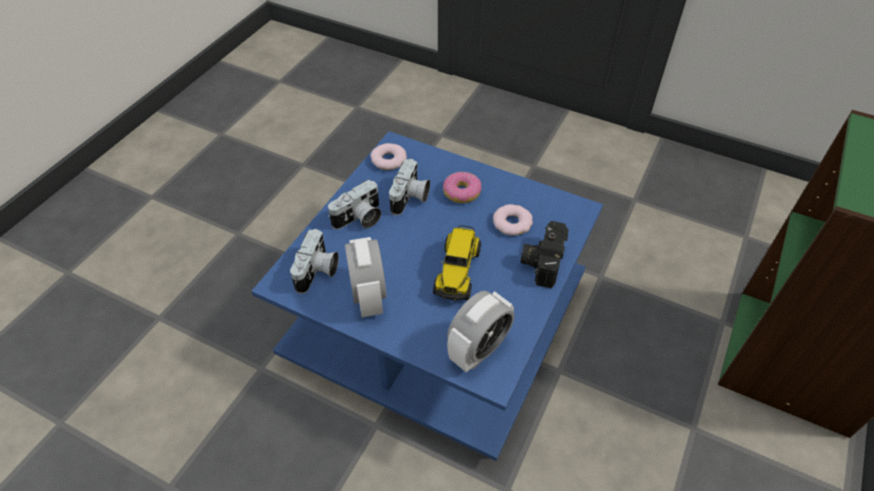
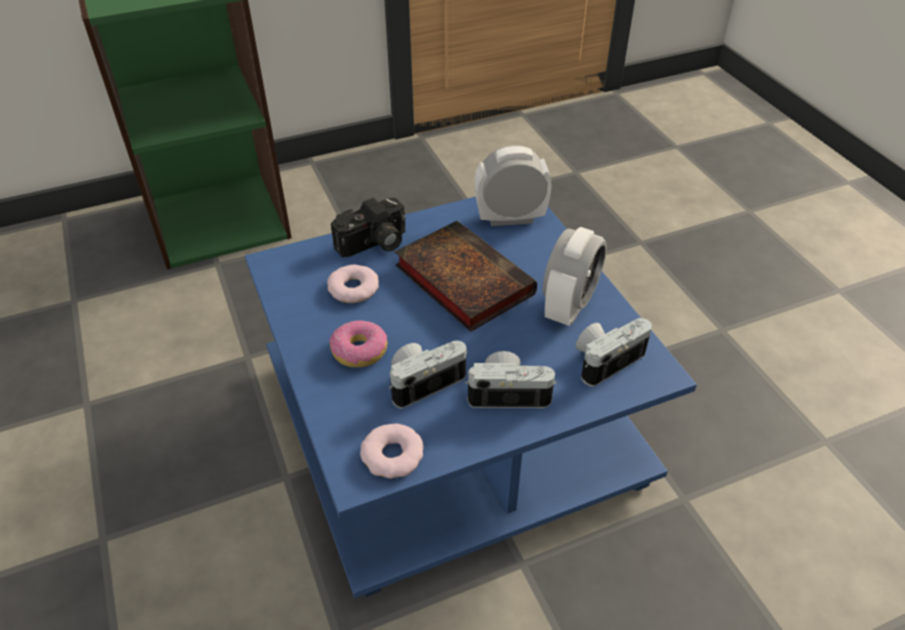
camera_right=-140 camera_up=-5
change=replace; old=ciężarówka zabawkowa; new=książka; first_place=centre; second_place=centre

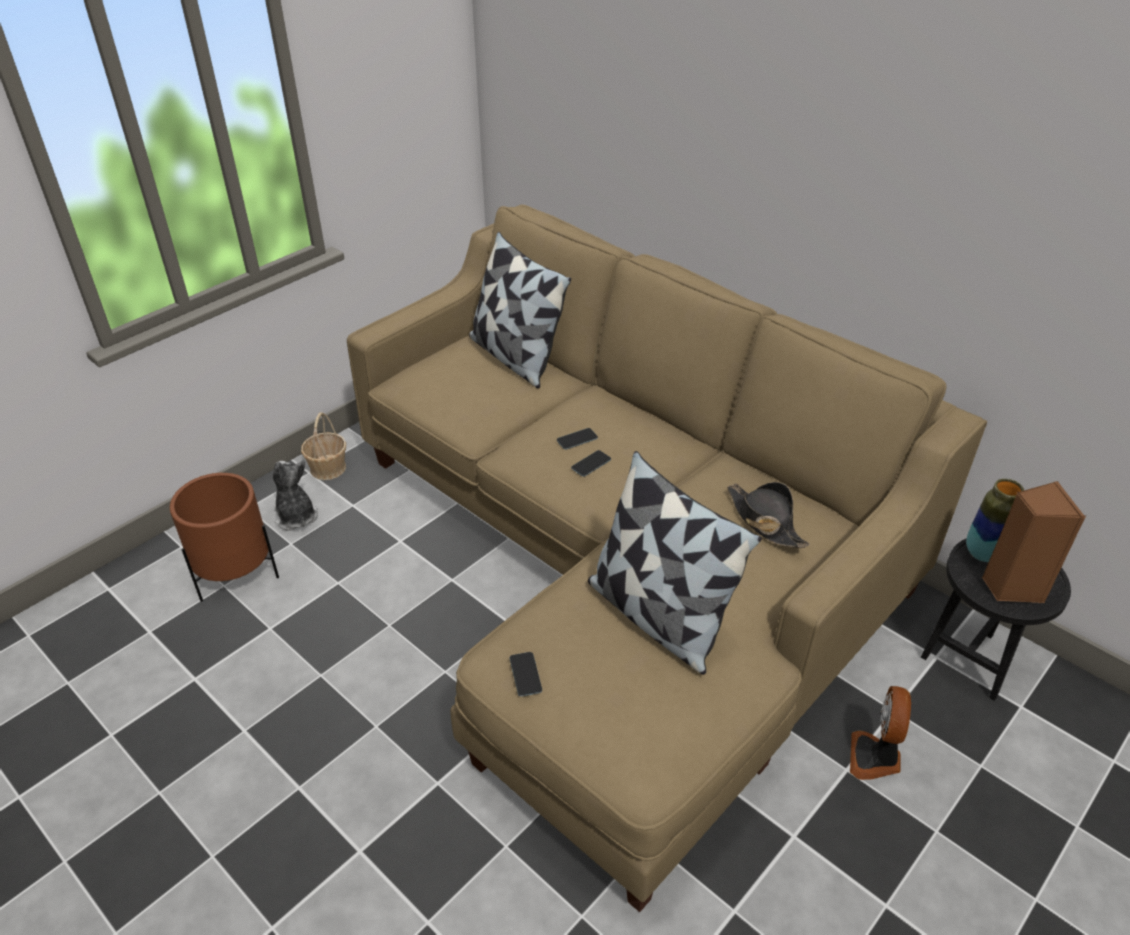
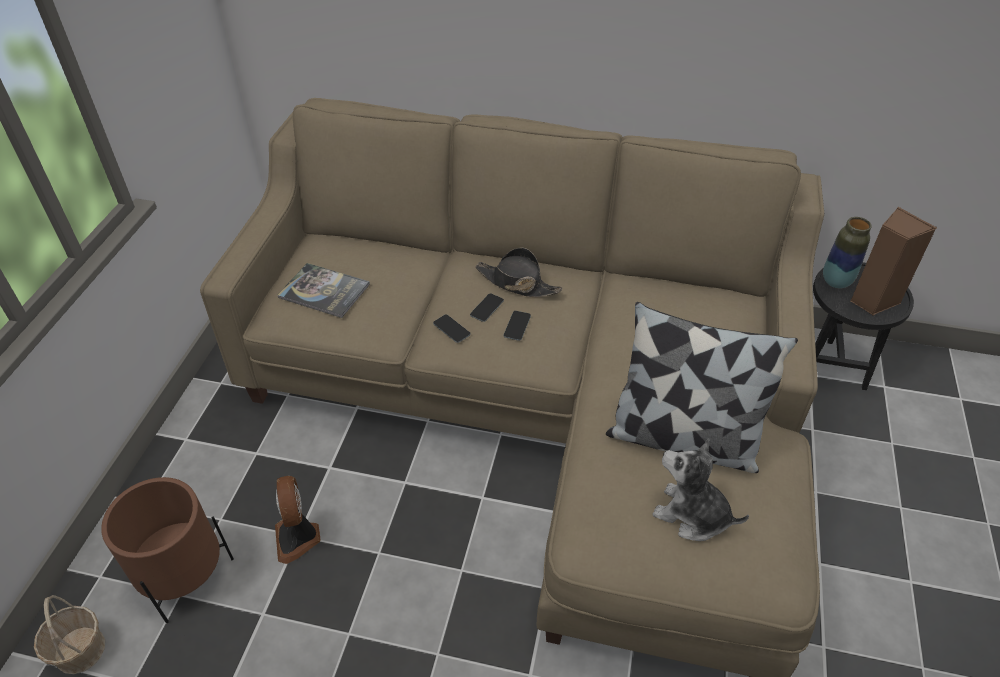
camera_right=-30 camera_up=5
change=move; old=pluszak; first_place=middle left; second_place=bottom right
change=move; old=koszyk; first_place=middle left; second_place=bottom left
change=delete; old=poduszka (1st from left); first_place=top centre
change=move; old=telefon (1st from left); first_place=bottom centre; second_place=centre
change=move; old=kapelusz [czarny]; first_place=middle right; second_place=centre
change=move; old=wentylator; first_place=bottom right; second_place=bottom left
change=insert; new=książka; second_place=middle left

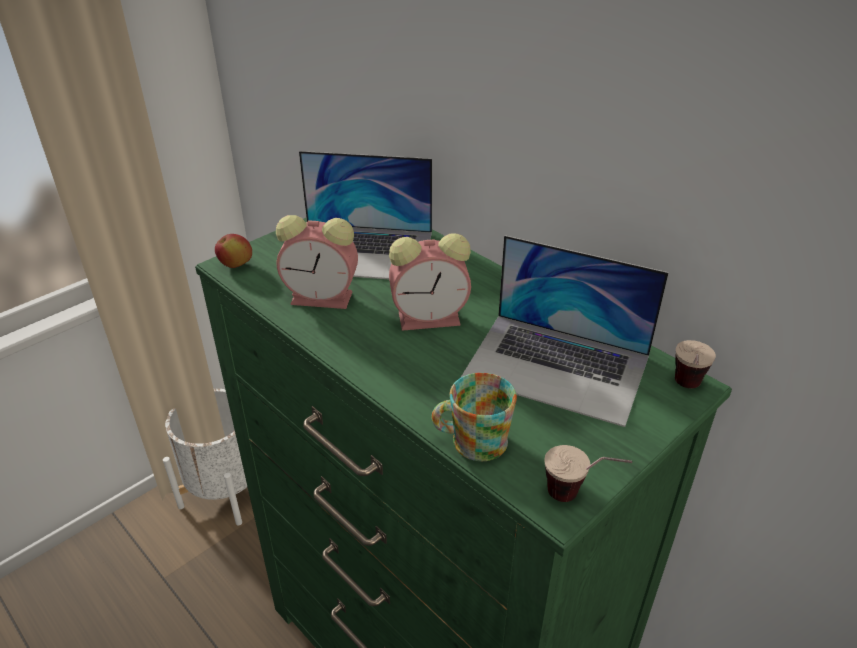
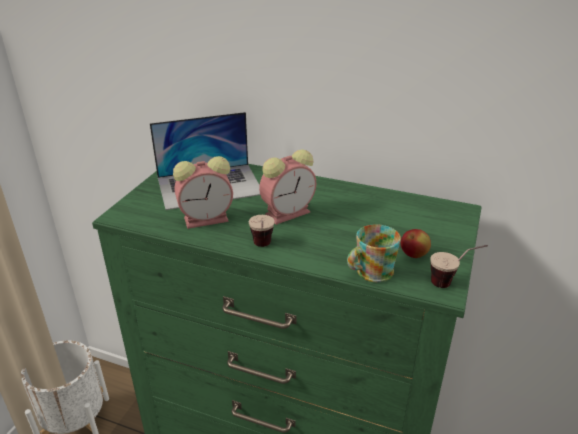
camera_right=-25 camera_up=-5
change=move; old=jabłko; first_place=middle left; second_place=middle right
change=delete; old=laptop (2nd from left); first_place=centre
change=move; old=filiżanka (2nd from left in the first image); new=filiżanka (1st from left); first_place=middle right; second_place=centre

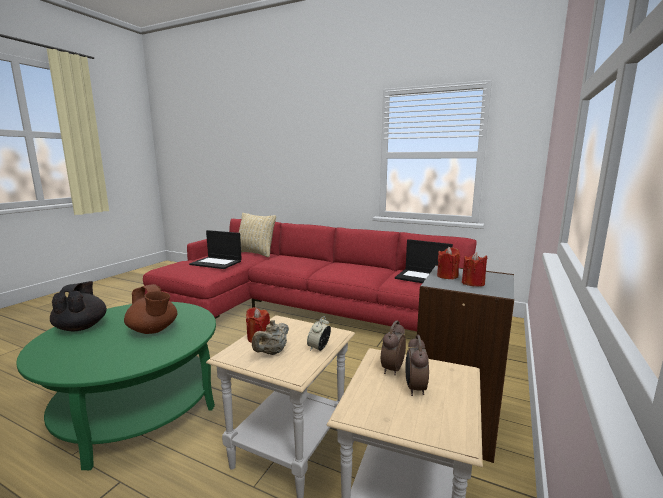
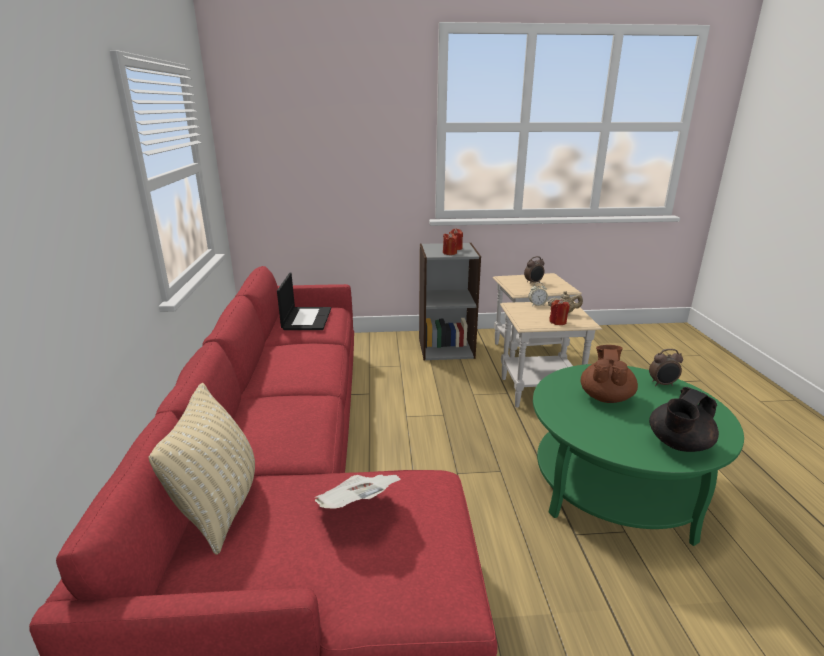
camera_right=-120 camera_up=10
change=replace; old=laptop (1st from left); new=gazeta; first_place=middle left; second_place=bottom centre
change=move; old=budzik (2nd from left in the first image); new=budzik (3rd from left); first_place=bottom centre; second_place=middle right

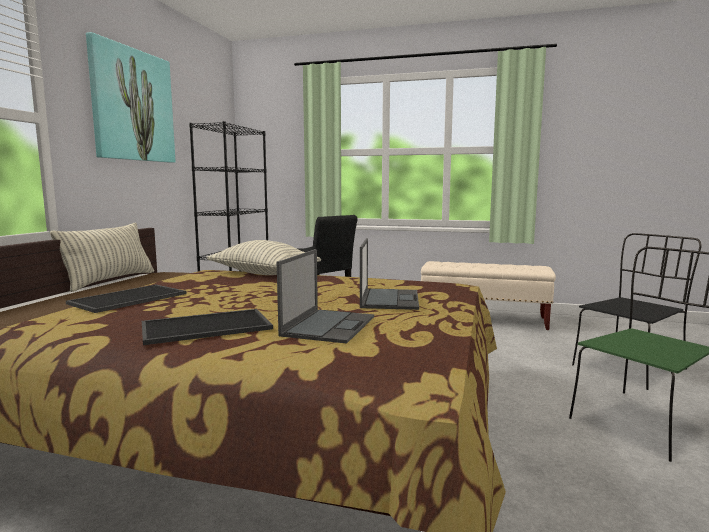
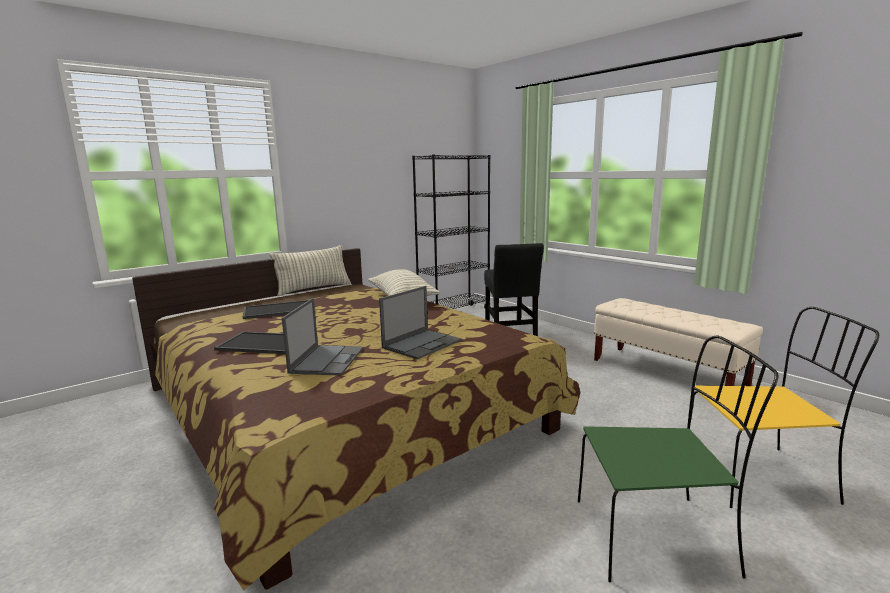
camera_right=35 camera_up=5
change=delete; old=obraz; first_place=top left
change=rotate; old=laptop (1st from left); first_place=centre; second_place=centre; degrees=-45
change=recolor; old=krzesło [czarny] (2nd from left); new=krzesło [żółty]; first_place=middle right; second_place=bottom right

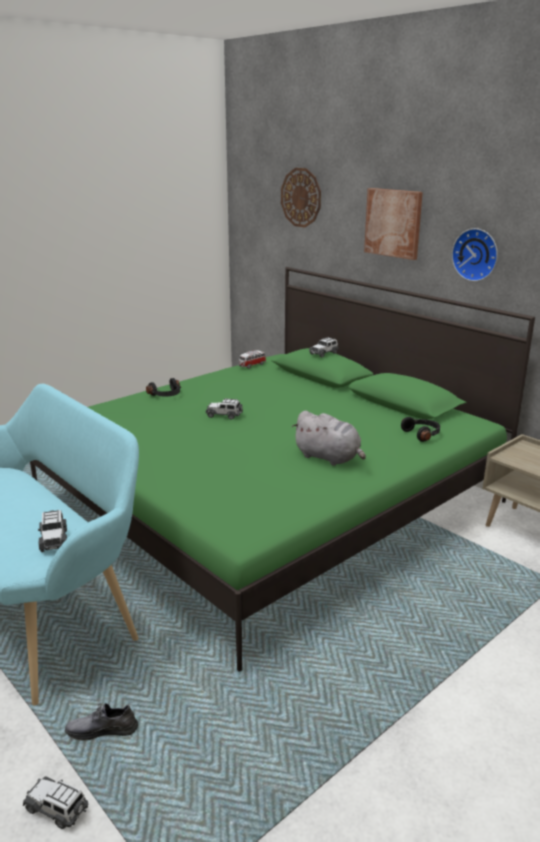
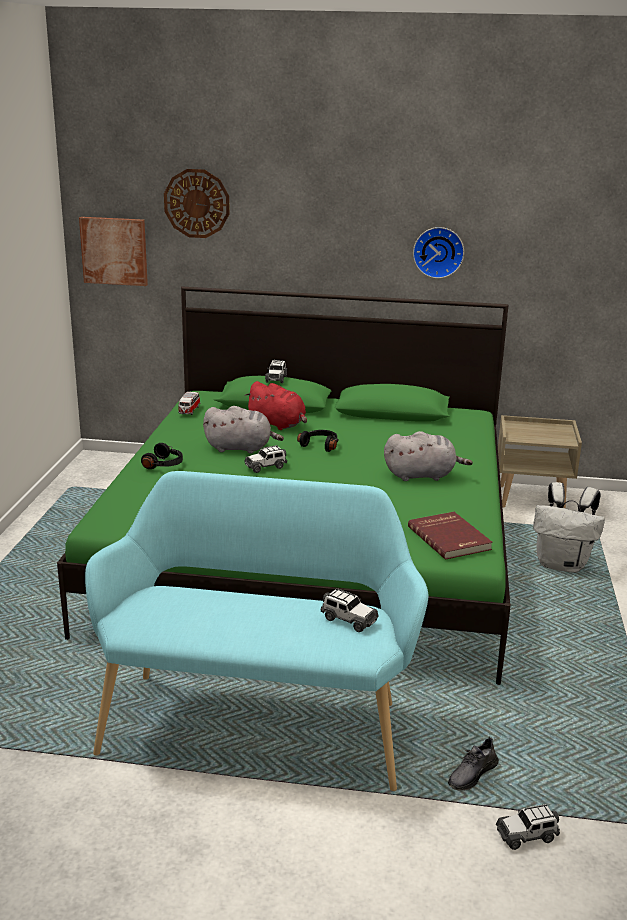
camera_right=-40 camera_up=0
change=move; old=obraz; first_place=top right; second_place=top left
change=move; old=słuchawki [czarny] (2nd from left); first_place=middle right; second_place=centre
change=insert; new=pluszak [szary] (1st from left); second_place=centre
change=insert; new=pluszak [czerwony]; second_place=centre
change=insert; new=książka [czerwony]; second_place=middle right
change=insert; new=plecak [biały]; second_place=middle right

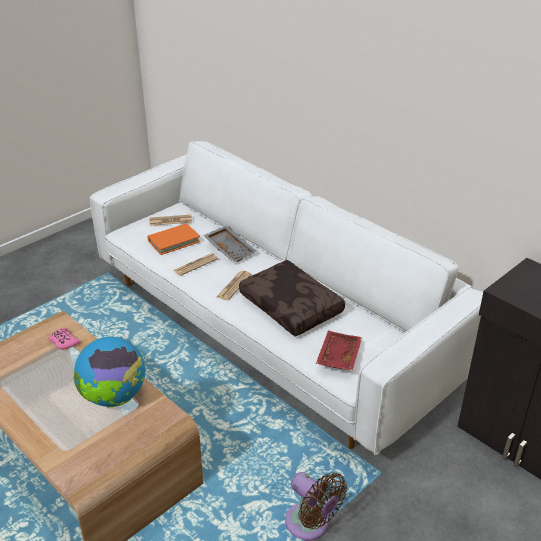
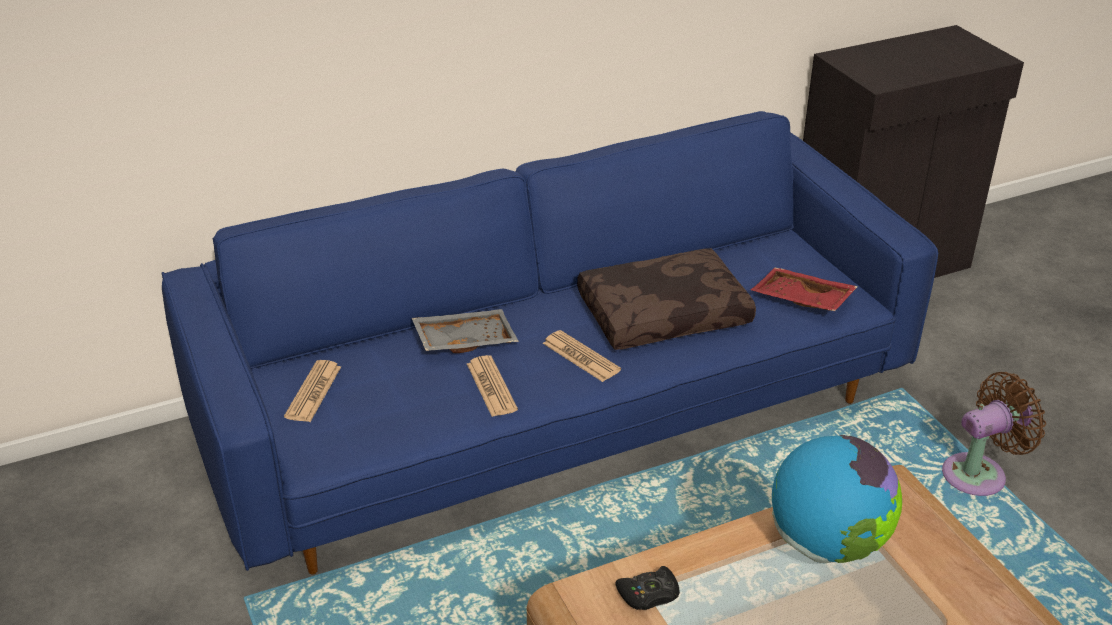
camera_right=-70 camera_up=0
change=recolor; old=pad do gier [różowy]; new=pad do gier [czarny]; first_place=middle left; second_place=bottom centre
change=recolor; old=kanapa [biały]; new=kanapa [niebieski]; first_place=centre; second_place=centre
change=delete; old=książka [pomarańczowy]; first_place=middle left

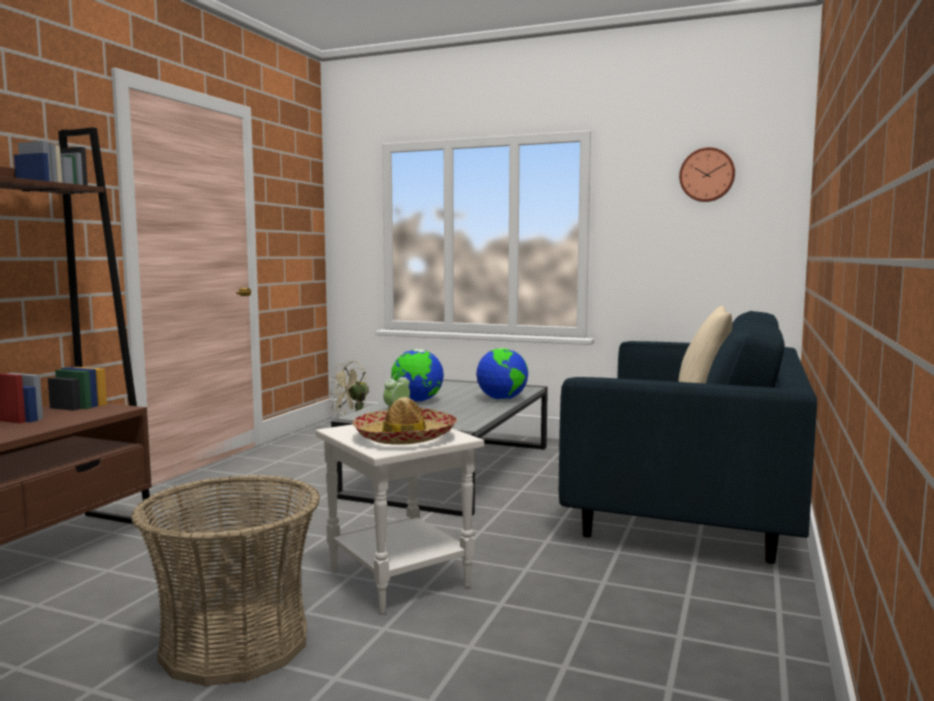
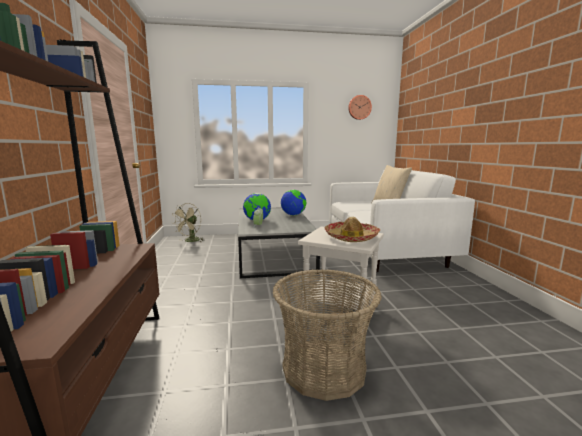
camera_right=-30 camera_up=5
change=recolor; old=kanapa [niebieski]; new=kanapa [biały]; first_place=middle right; second_place=middle right

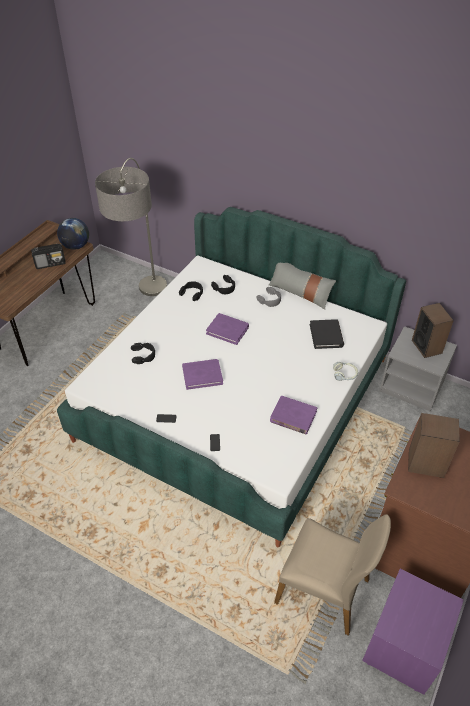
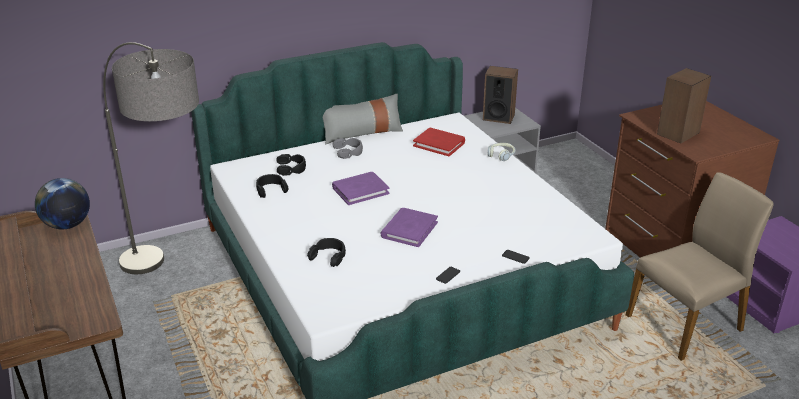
camera_right=-55 camera_up=-15
change=delete; old=radio; first_place=middle left
change=delete; old=książka [fioletowy] (3rd from left); first_place=centre
change=recolor; old=książka [czarny]; new=książka [czerwony]; first_place=middle right; second_place=centre

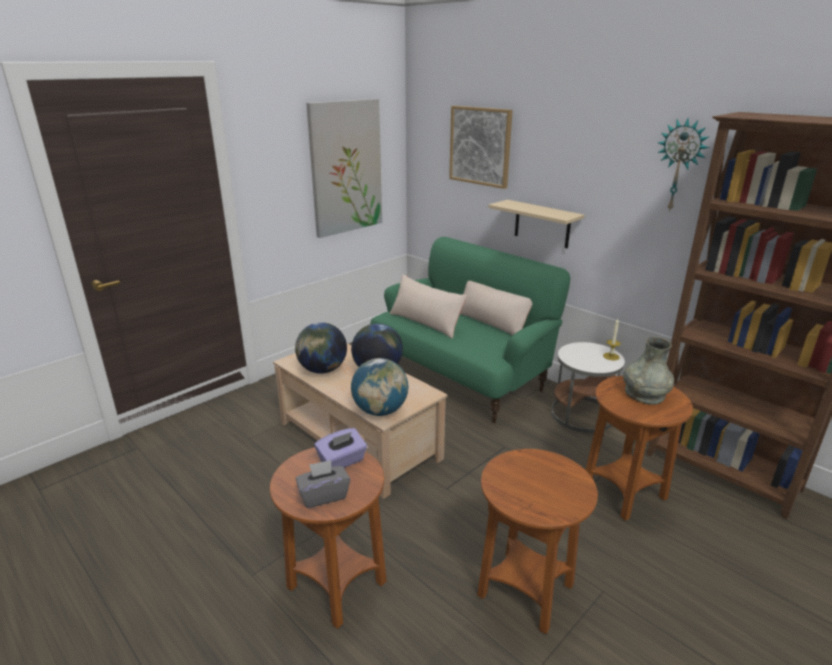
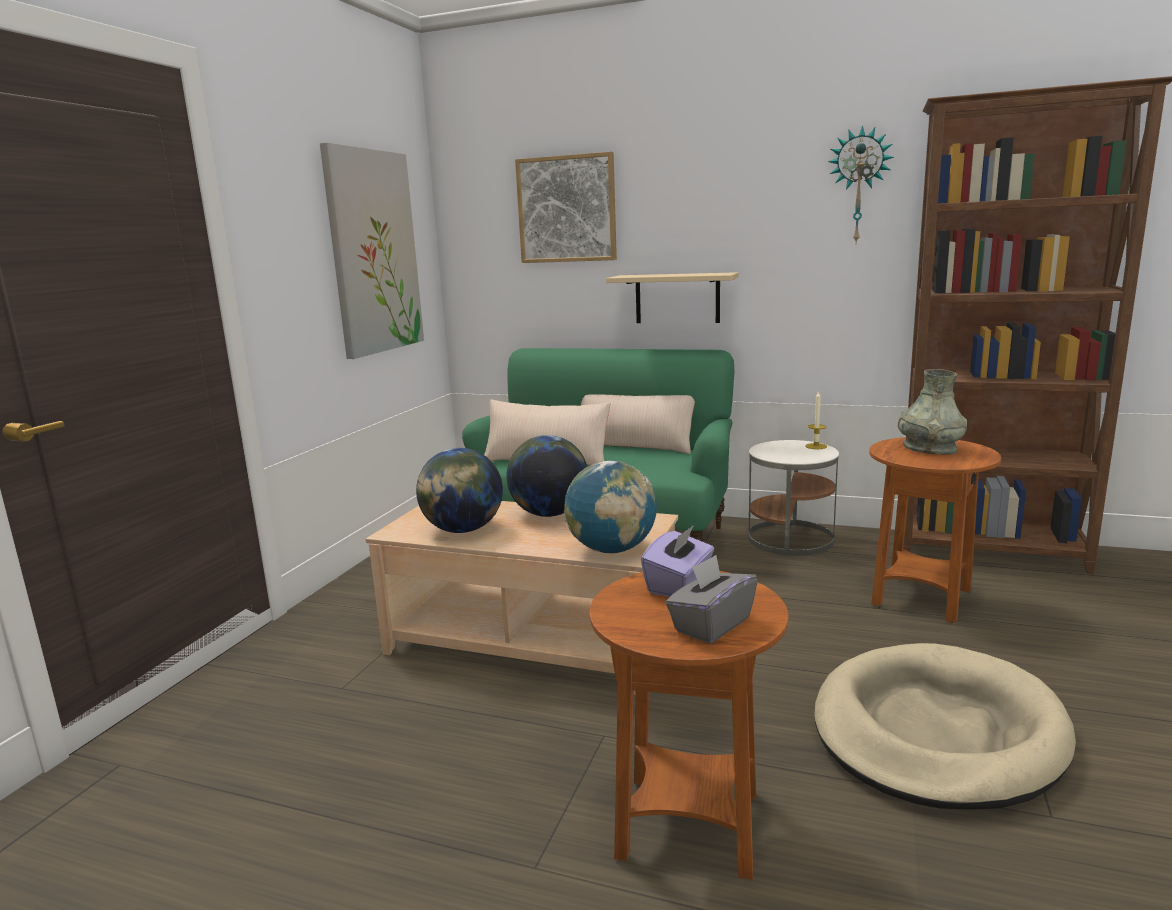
camera_right=-25 camera_up=-10
change=replace; old=stolik [brązowy] (2nd from left); new=legowisko [beżowy]; first_place=bottom centre; second_place=bottom right

